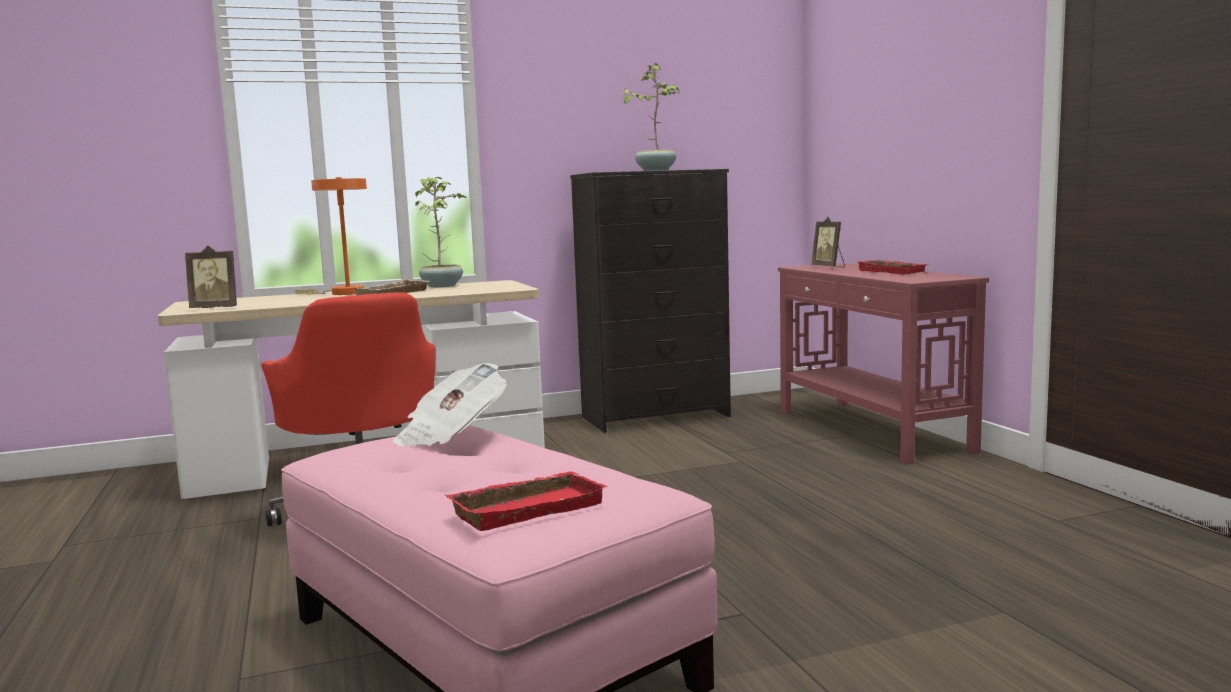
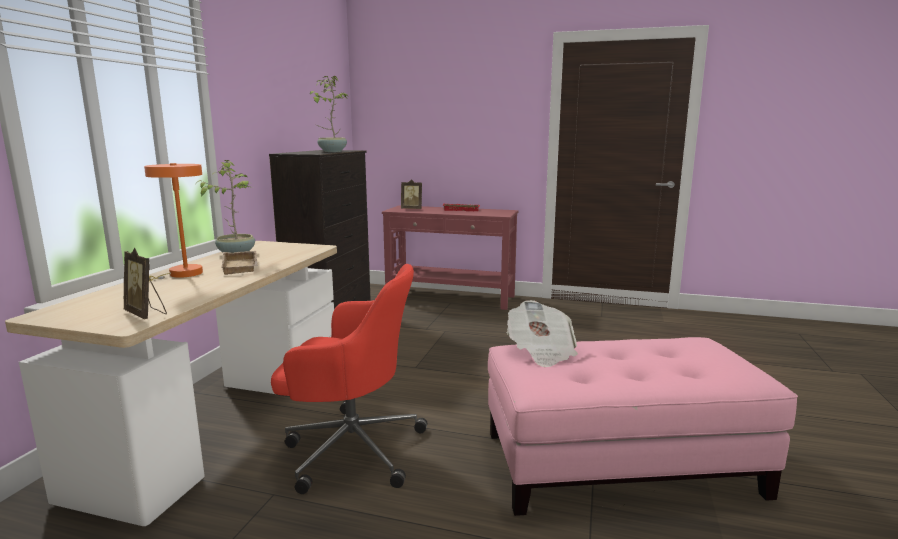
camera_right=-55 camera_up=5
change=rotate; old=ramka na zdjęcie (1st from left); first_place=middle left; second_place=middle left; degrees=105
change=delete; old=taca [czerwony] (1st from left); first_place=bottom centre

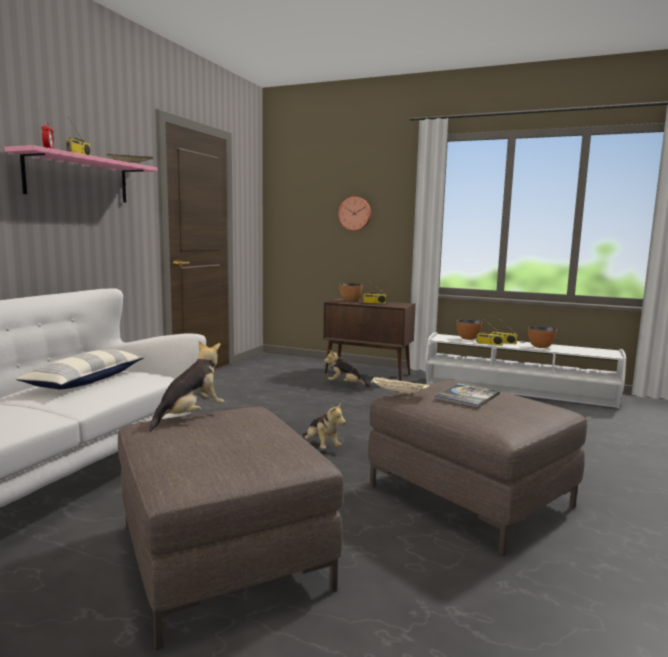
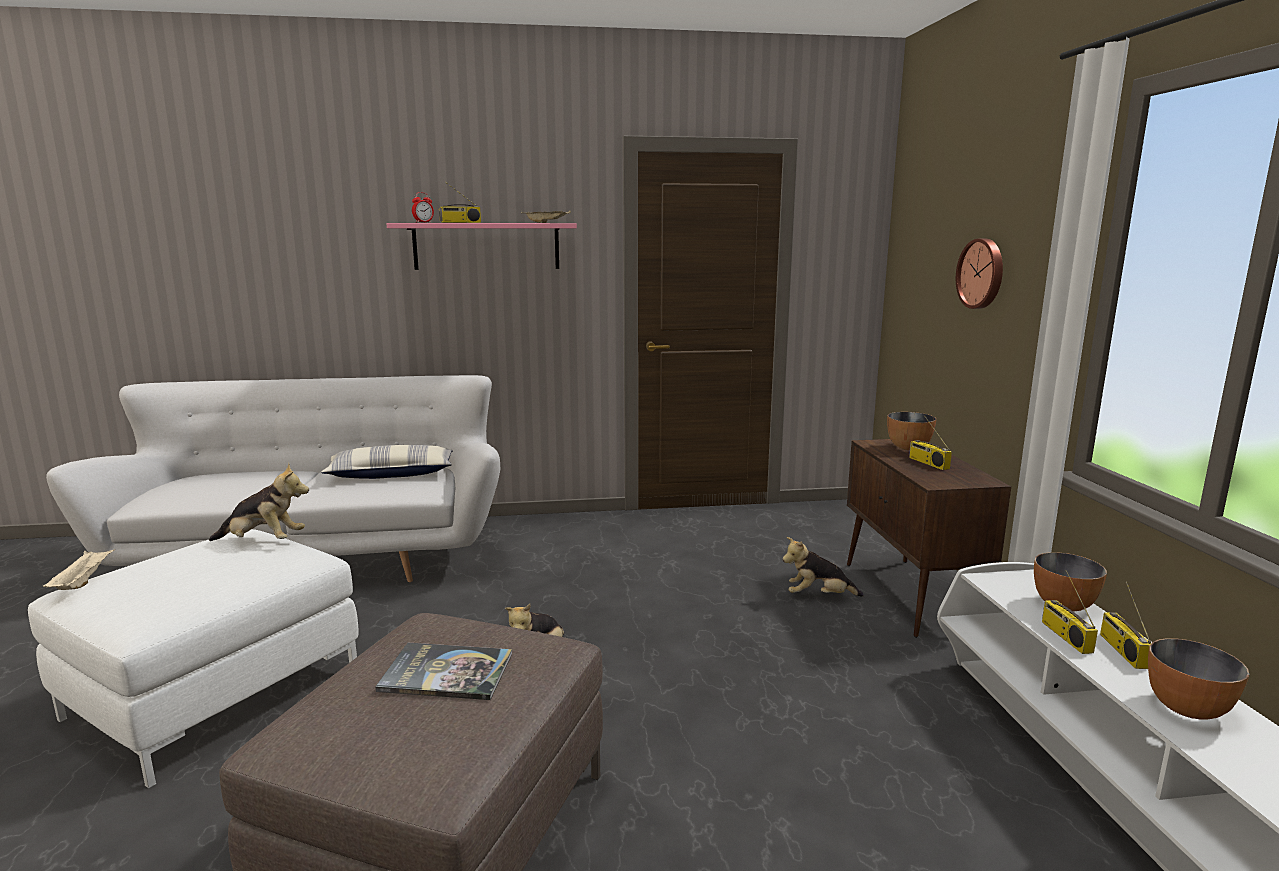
camera_right=60 camera_up=5
change=recolor; old=pufa [brązowy] (1st from left); new=pufa [biały]; first_place=bottom centre; second_place=bottom left
change=rotate; old=pluszak (3rd from left); first_place=centre; second_place=centre; degrees=-75
change=move; old=taca [beżowy] (2nd from left in the first image); new=taca [beżowy] (1st from left); first_place=centre; second_place=middle left

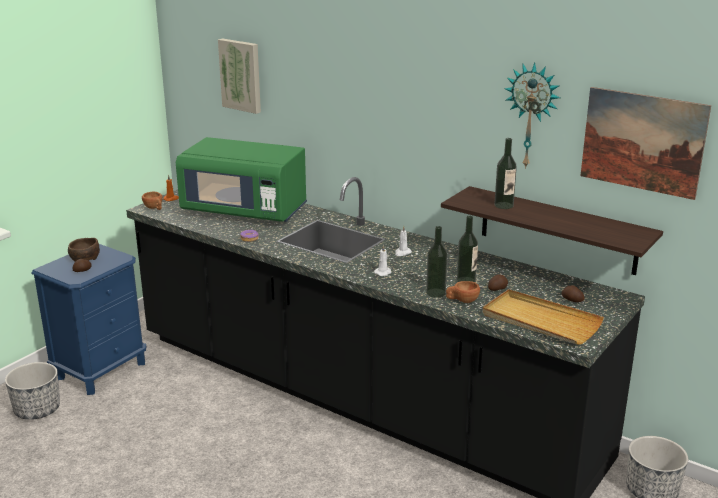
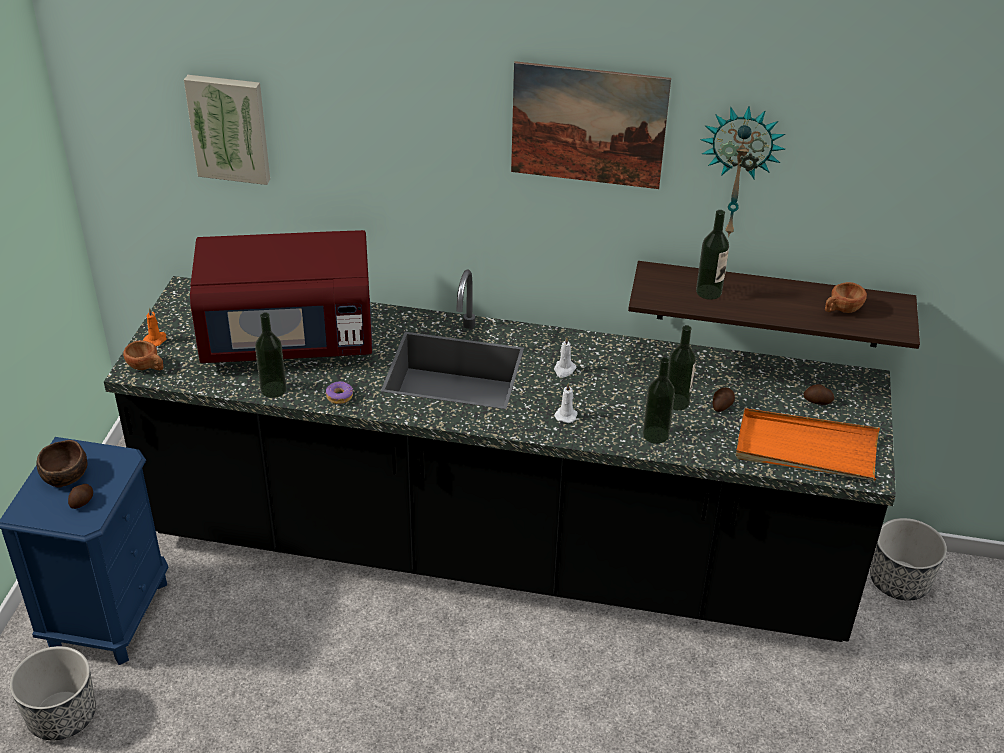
camera_right=-25 camera_up=15
change=recolor; old=mikrofalówka [zielony]; new=mikrofalówka [czerwony]; first_place=centre; second_place=middle left
change=move; old=filiżanka [brązowy] (2nd from left); first_place=centre; second_place=middle right
change=recolor; old=taca [beżowy]; new=taca [pomarańczowy]; first_place=middle right; second_place=middle right
change=move; old=obraz (2nd from left); first_place=top right; second_place=top centre
change=insert; new=butelka (1st from left); second_place=middle left

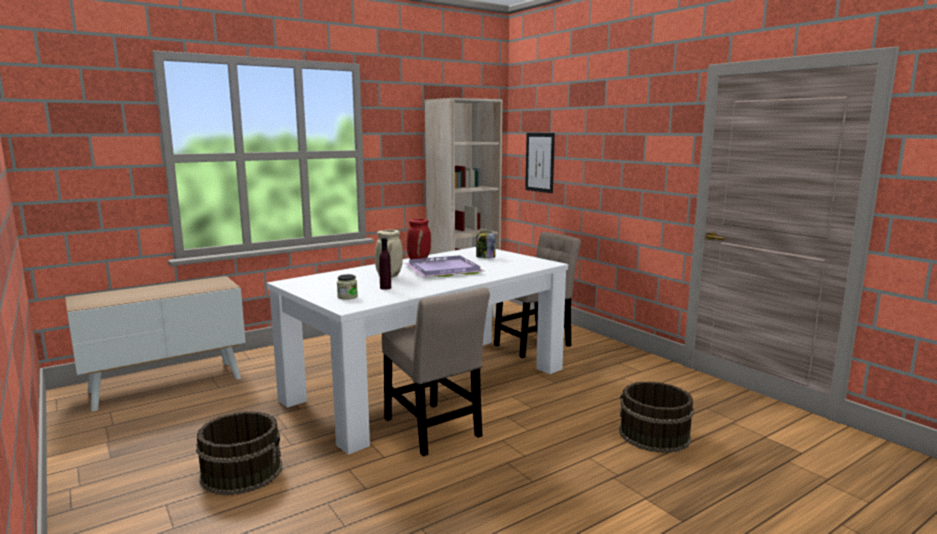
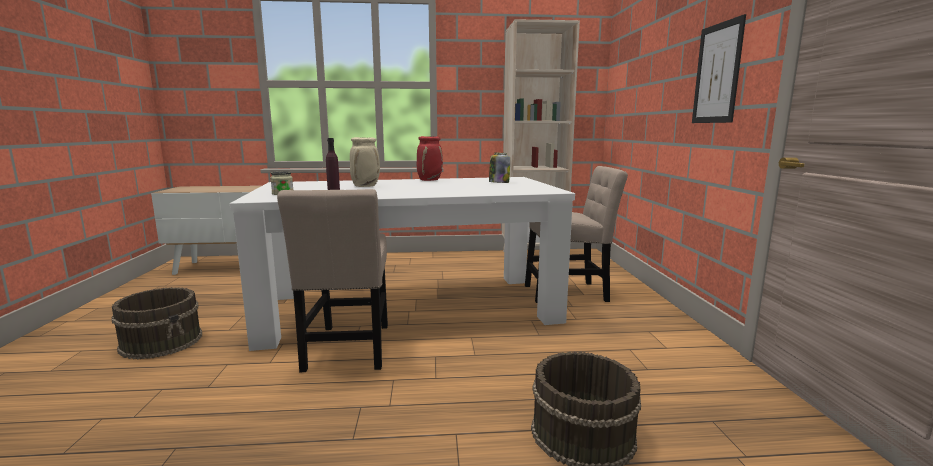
camera_right=30 camera_up=0
change=delete; old=taca [fioletowy]; first_place=centre
change=move; old=obraz; first_place=top centre; second_place=top right

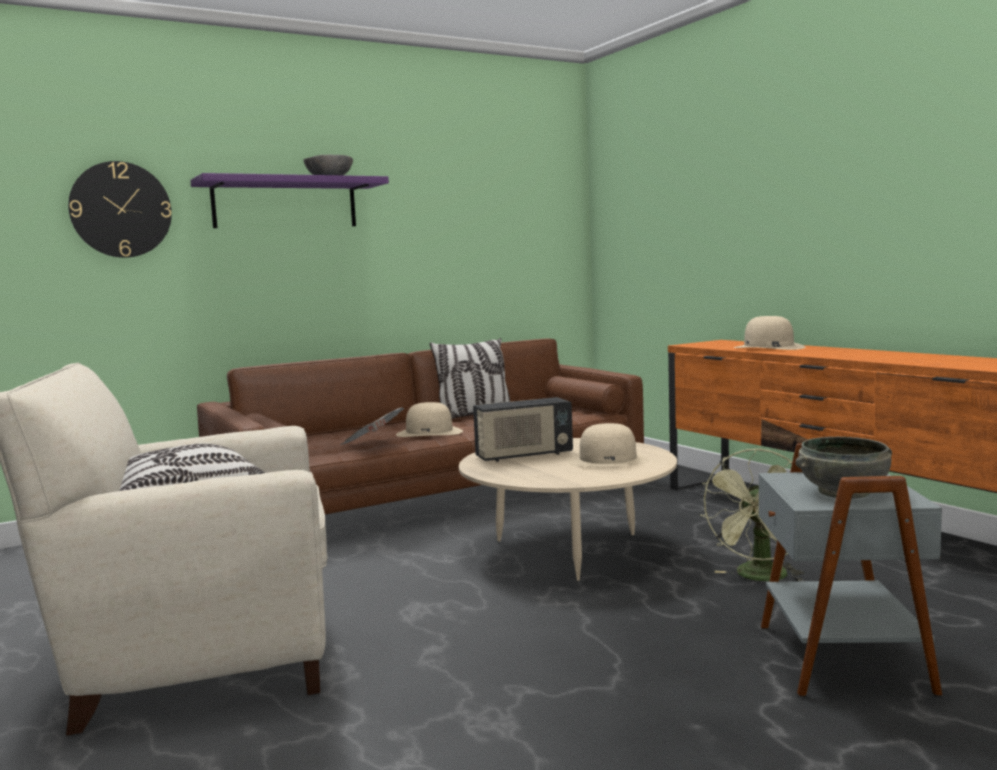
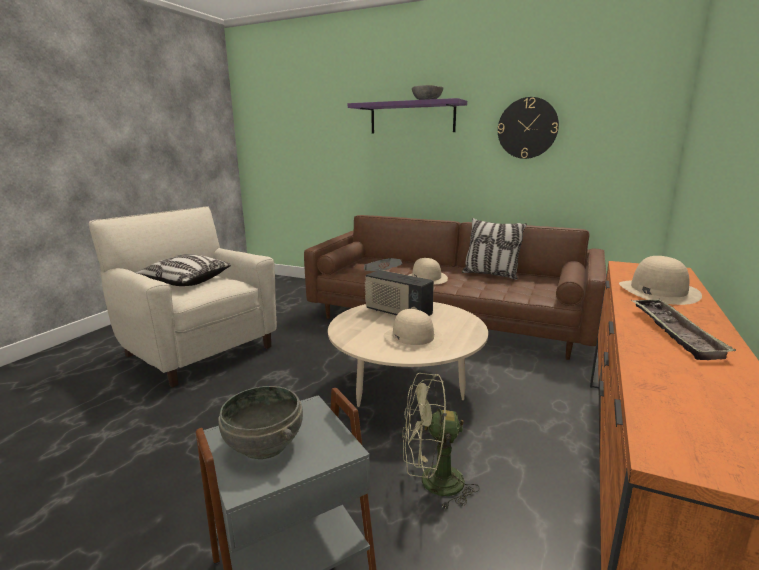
camera_right=55 camera_up=10
change=move; old=zegar ścienny; first_place=top left; second_place=top right
change=insert; new=taca; second_place=middle right

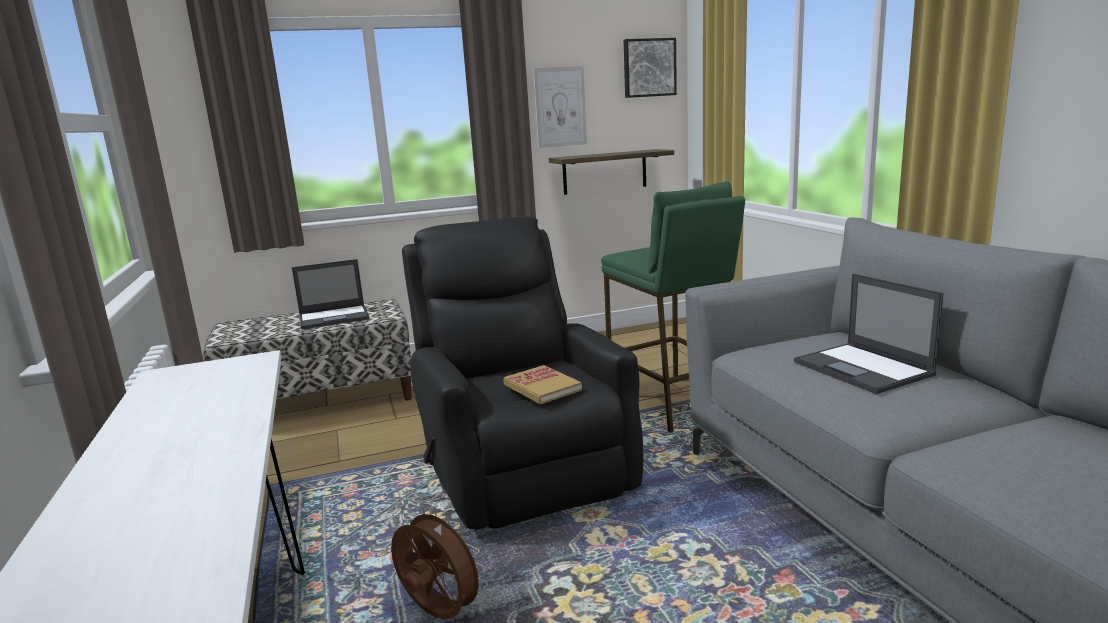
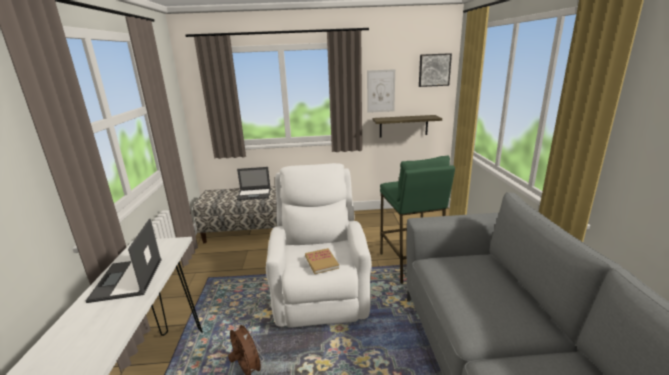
camera_right=15 camera_up=5
change=recolor; old=fotel [czarny]; new=fotel [biały]; first_place=centre; second_place=centre
change=move; old=laptop (2nd from left in the first image); new=laptop (1st from left); first_place=middle right; second_place=bottom left

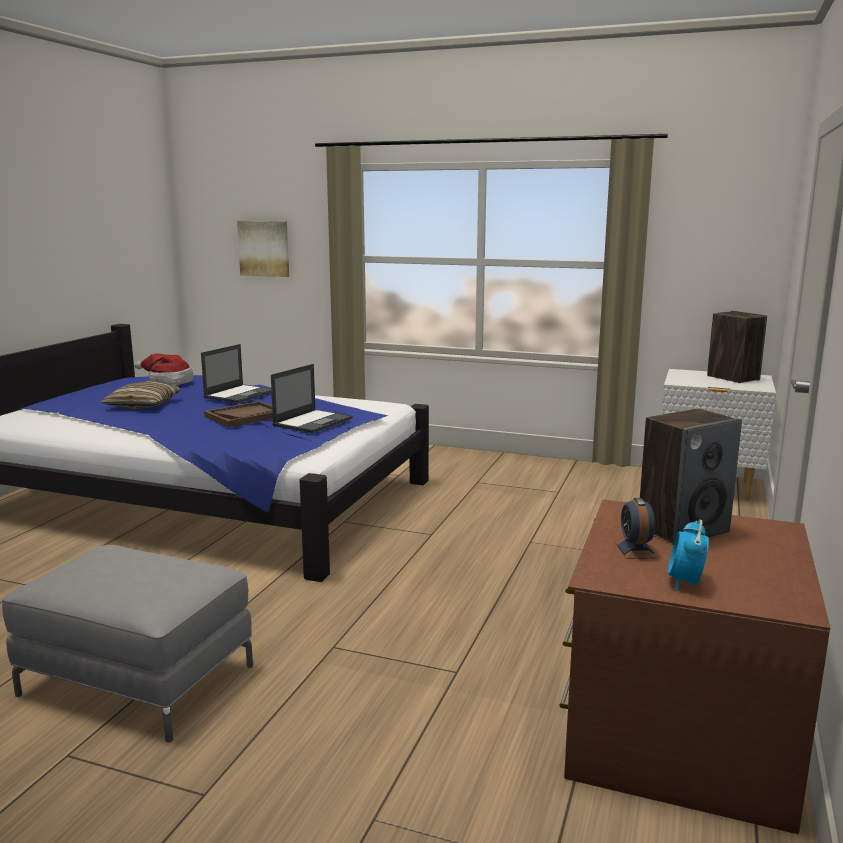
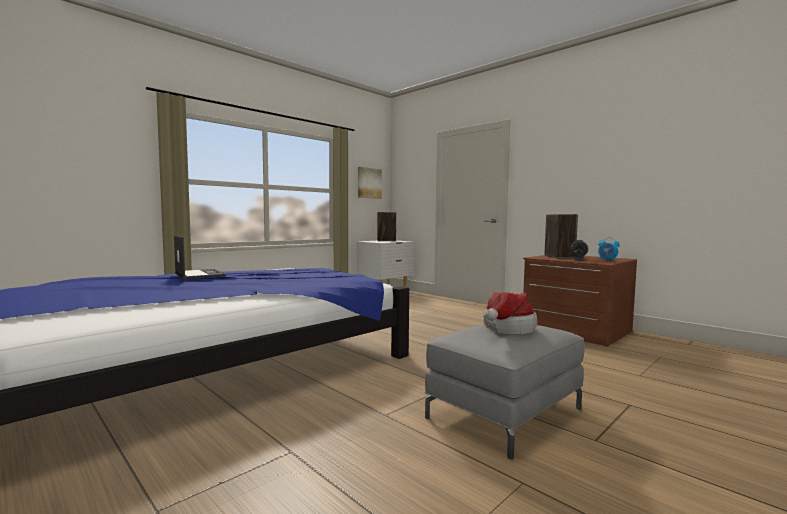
camera_right=-65 camera_up=-10
change=delete; old=poduszka; first_place=middle left
change=move; old=kapelusz; first_place=middle left; second_place=centre
change=delete; old=taca [brązowy]; first_place=middle left
change=move; old=obraz; first_place=top left; second_place=centre
change=delete; old=laptop (2nd from left); first_place=centre

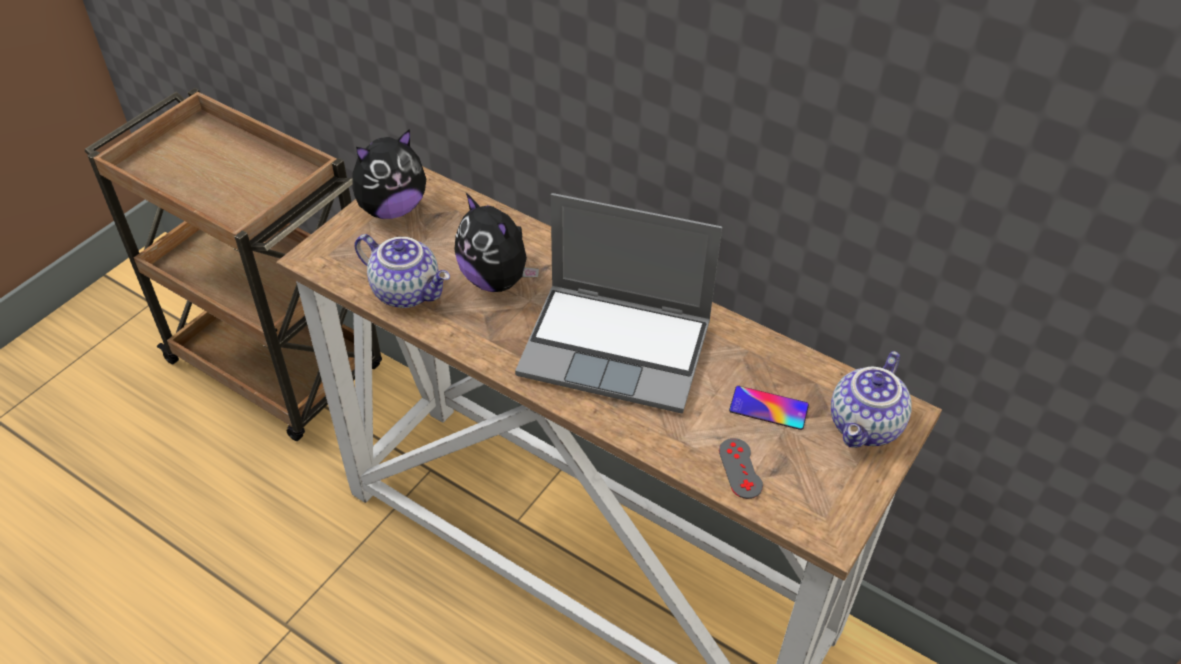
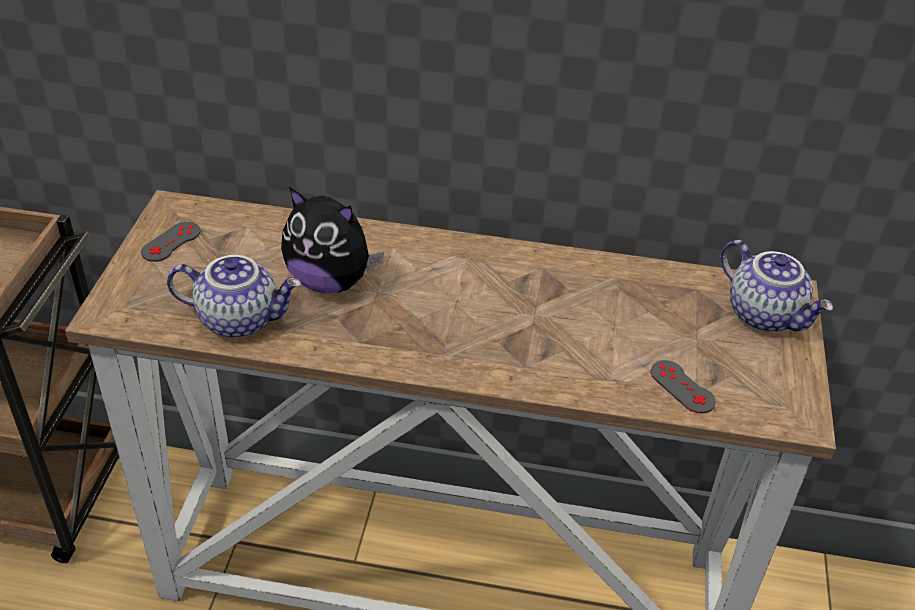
camera_right=-25 camera_up=-5
change=replace; old=pluszak (1st from left); new=pad do gier [szary] (1st from left); first_place=top left; second_place=middle left
change=delete; old=laptop; first_place=centre
change=delete; old=telefon; first_place=centre
change=rotate; old=imbryk (2nd from left); first_place=middle right; second_place=middle right; degrees=-45

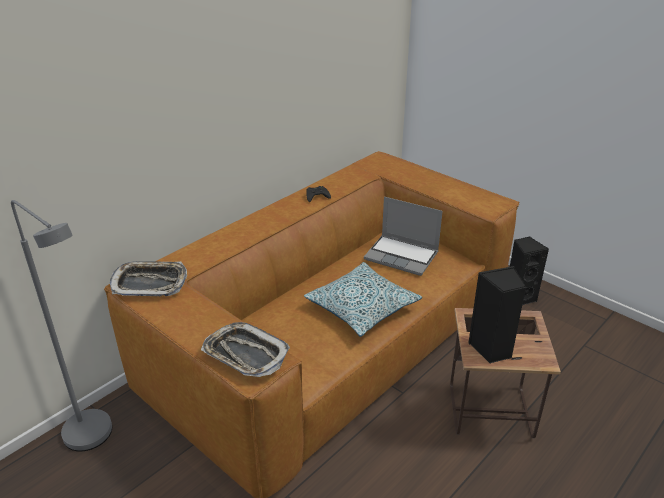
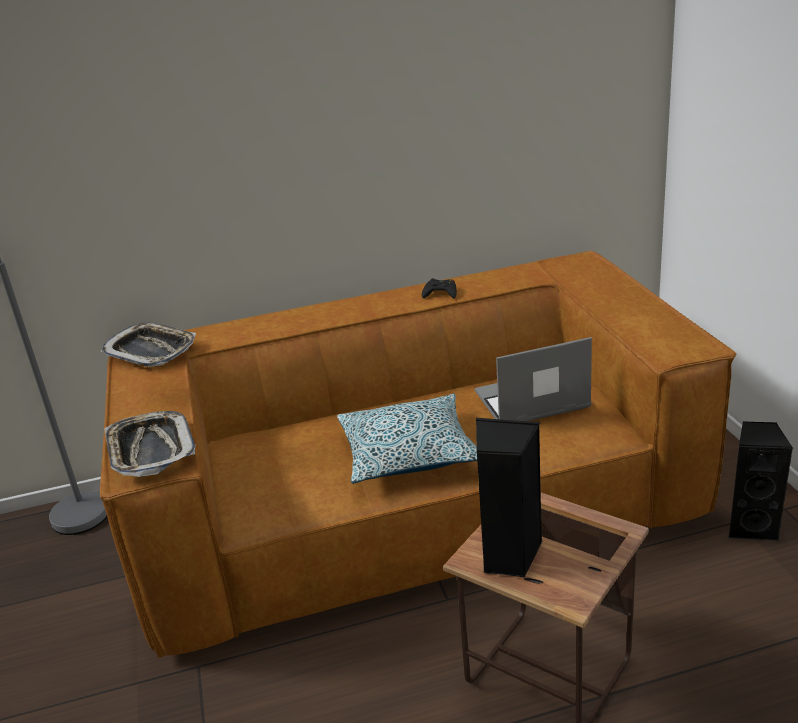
camera_right=35 camera_up=-5
change=rotate; old=laptop; first_place=centre; second_place=middle right; degrees=105

